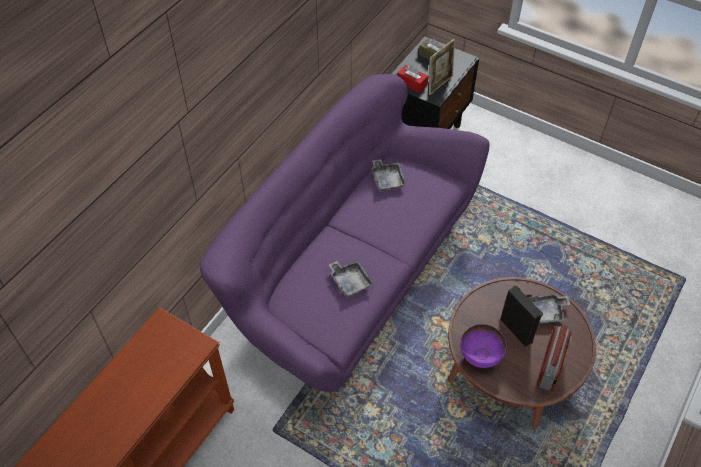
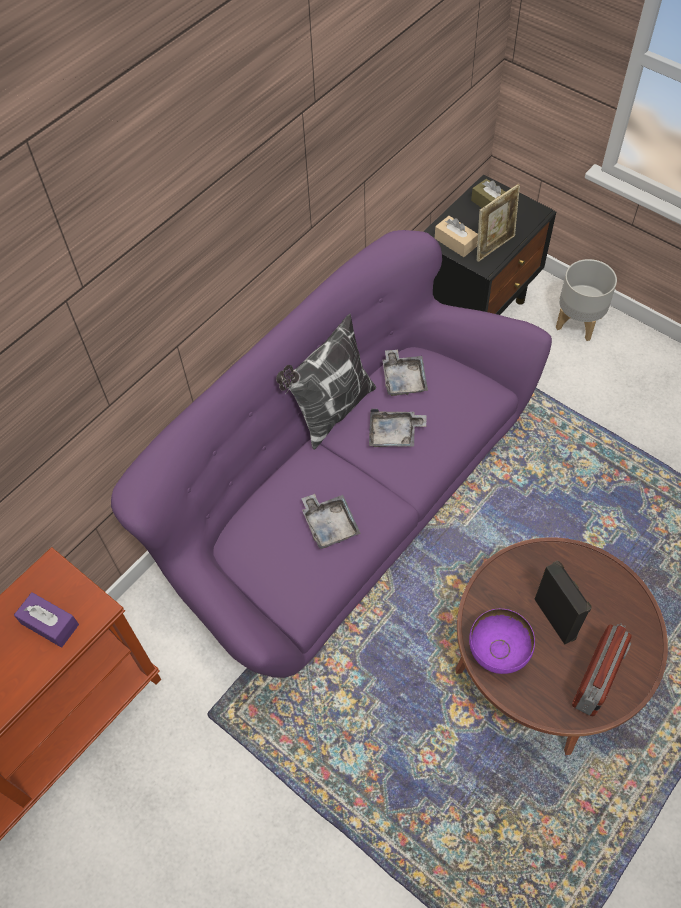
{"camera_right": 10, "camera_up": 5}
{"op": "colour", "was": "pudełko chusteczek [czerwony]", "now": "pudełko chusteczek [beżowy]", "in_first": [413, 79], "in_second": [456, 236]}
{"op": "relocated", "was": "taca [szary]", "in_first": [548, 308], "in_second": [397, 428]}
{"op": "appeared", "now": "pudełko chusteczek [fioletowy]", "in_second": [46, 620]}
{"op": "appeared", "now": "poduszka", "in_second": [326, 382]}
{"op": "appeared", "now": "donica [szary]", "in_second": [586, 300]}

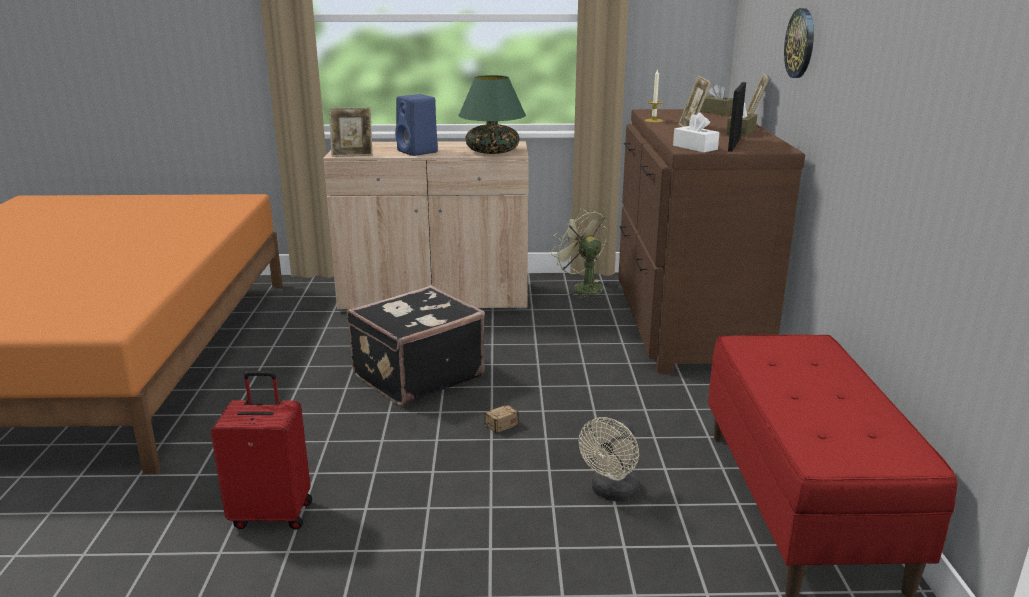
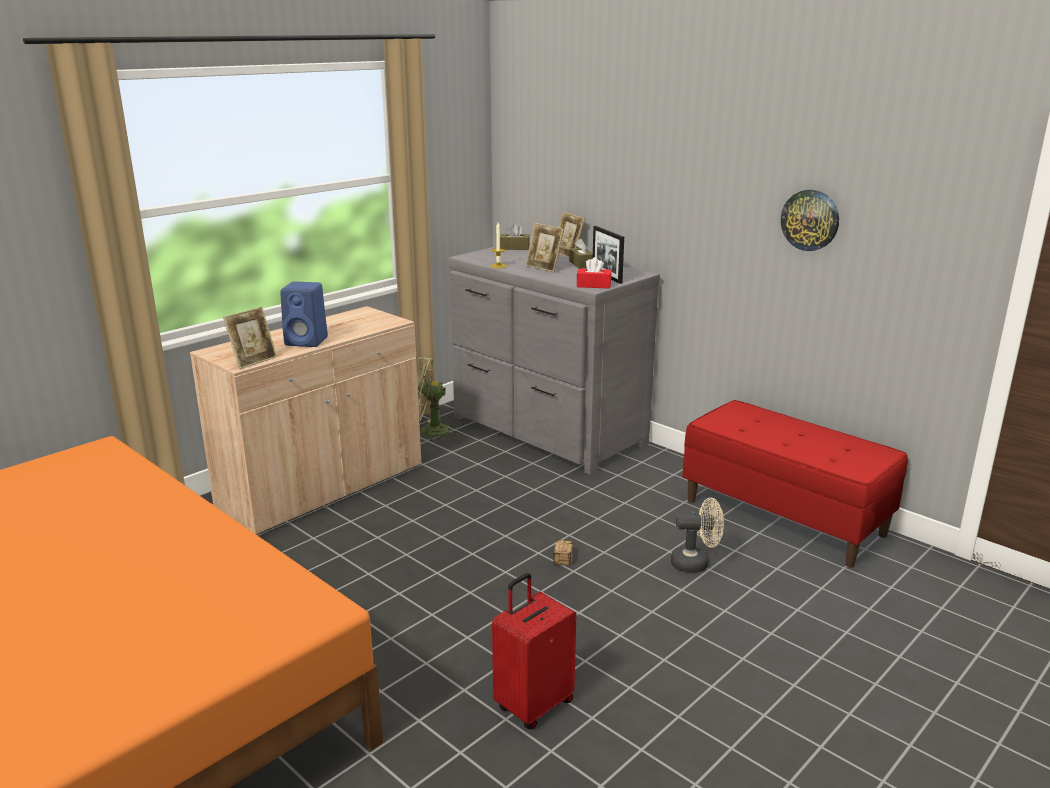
{"camera_right": -45, "camera_up": 0}
{"op": "missing", "was": "walizka [czarny]", "in_first": [416, 345]}
{"op": "missing", "was": "lampa stołowa [zielony]", "in_first": [492, 114]}
{"op": "spun", "was": "wentylator [beżowy]", "in_first": [609, 459], "in_second": [697, 535], "clockwise": -75}
{"op": "colour", "was": "komoda [brązowy]", "now": "komoda [szary]", "in_first": [711, 241], "in_second": [554, 360]}
{"op": "colour", "was": "pudełko chusteczek [biały]", "now": "pudełko chusteczek [czerwony]", "in_first": [696, 132], "in_second": [594, 273]}
{"op": "relocated", "was": "zegar ścienny", "in_first": [799, 43], "in_second": [810, 220]}

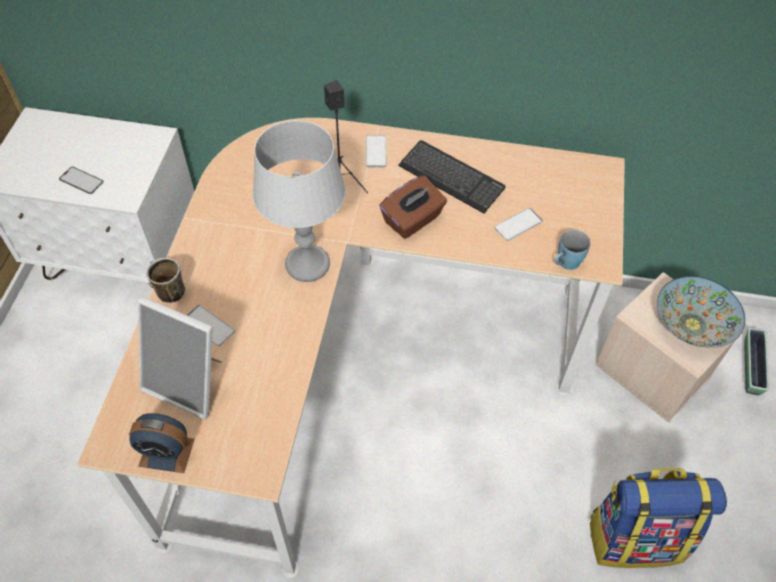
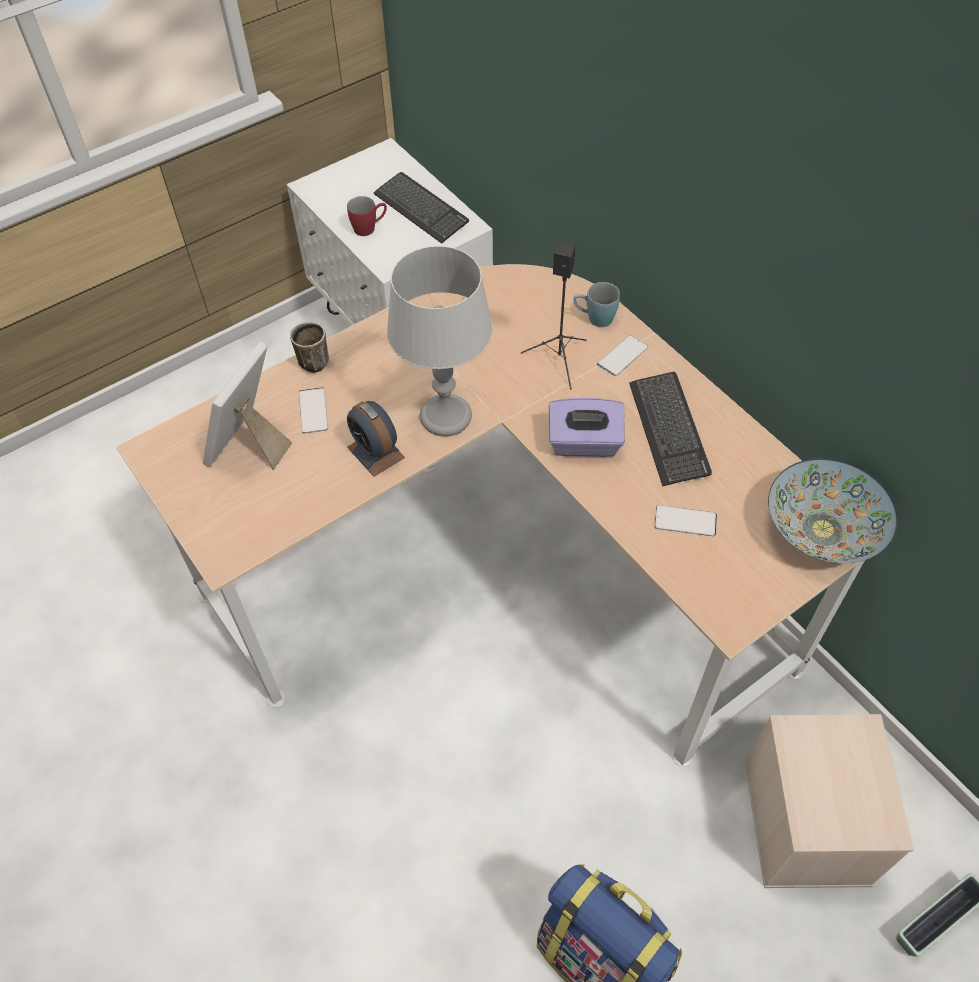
{"camera_right": 45, "camera_up": 0}
{"op": "exchanged", "was": "telefon", "now": "kubek [czerwony]", "in_first": [81, 180], "in_second": [367, 216]}
{"op": "relocated", "was": "budzik", "in_first": [162, 443], "in_second": [376, 439]}
{"op": "spun", "was": "ramka na zdjęcie", "in_first": [180, 358], "in_second": [247, 406], "clockwise": 45}
{"op": "colour", "was": "pudełko chusteczek [brązowy]", "now": "pudełko chusteczek [fioletowy]", "in_first": [413, 207], "in_second": [587, 427]}
{"op": "relocated", "was": "kubek [niebieski]", "in_first": [572, 250], "in_second": [597, 304]}
{"op": "relocated", "was": "miska", "in_first": [701, 312], "in_second": [832, 510]}
{"op": "appeared", "now": "klawiatura", "in_second": [421, 208]}

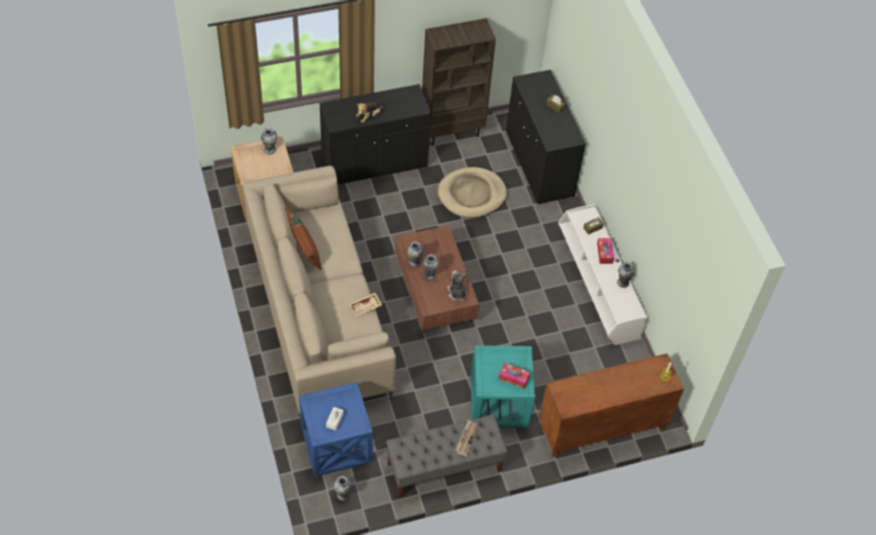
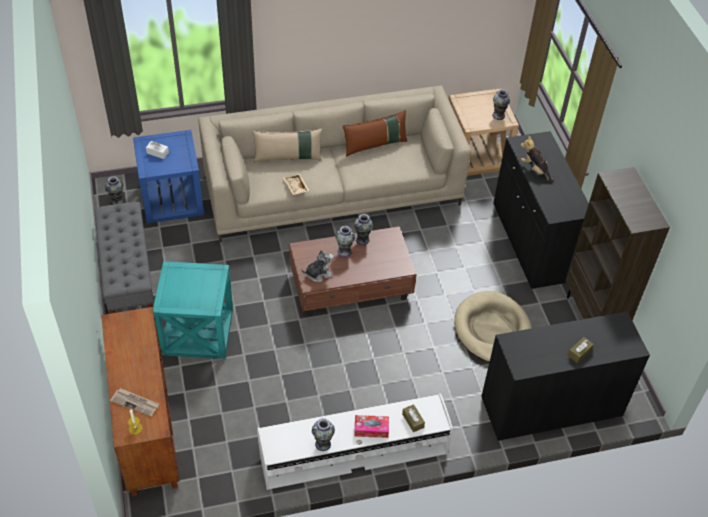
{"camera_right": 95, "camera_up": -5}
{"op": "relocated", "was": "gazeta", "in_first": [466, 438], "in_second": [135, 402]}
{"op": "missing", "was": "pudełko chusteczek", "in_first": [514, 376]}
{"op": "appeared", "now": "poduszka [beżowy]", "in_second": [287, 145]}

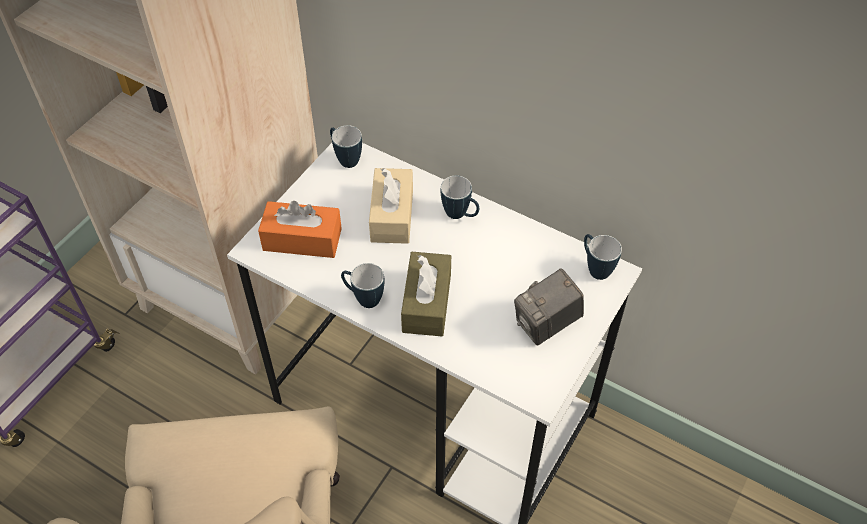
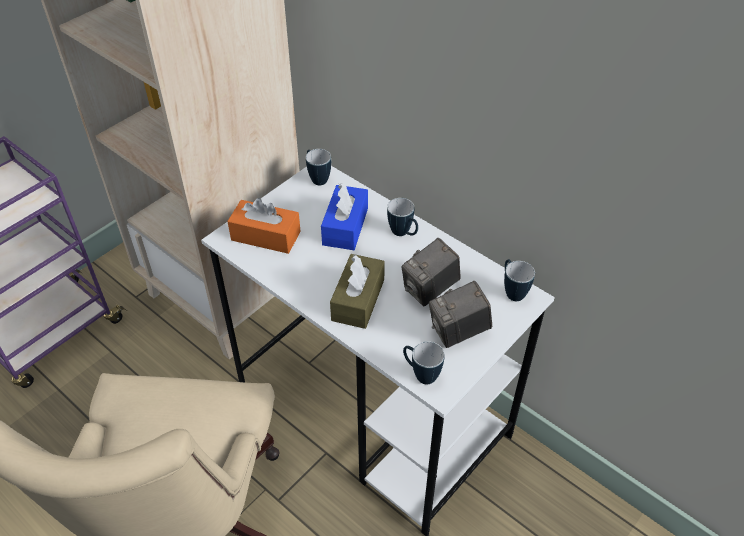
{"camera_right": 10, "camera_up": -5}
{"op": "relocated", "was": "kubek", "in_first": [363, 285], "in_second": [424, 363]}
{"op": "colour", "was": "pudełko chusteczek [beżowy]", "now": "pudełko chusteczek [niebieski]", "in_first": [391, 206], "in_second": [344, 216]}
{"op": "appeared", "now": "aparat fotograficzny", "in_second": [431, 272]}

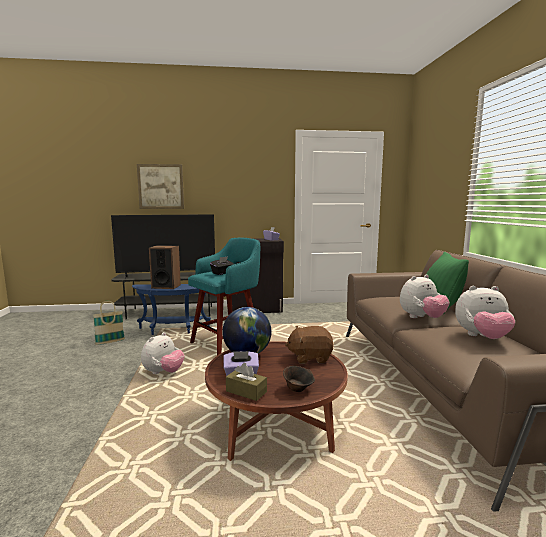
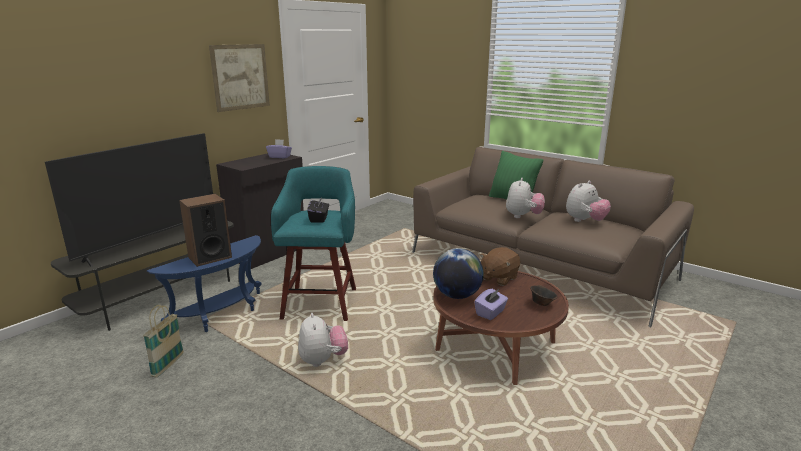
{"camera_right": -45, "camera_up": 10}
{"op": "relocated", "was": "obraz", "in_first": [160, 186], "in_second": [239, 78]}
{"op": "missing", "was": "pudełko chusteczek [brązowy]", "in_first": [246, 382]}

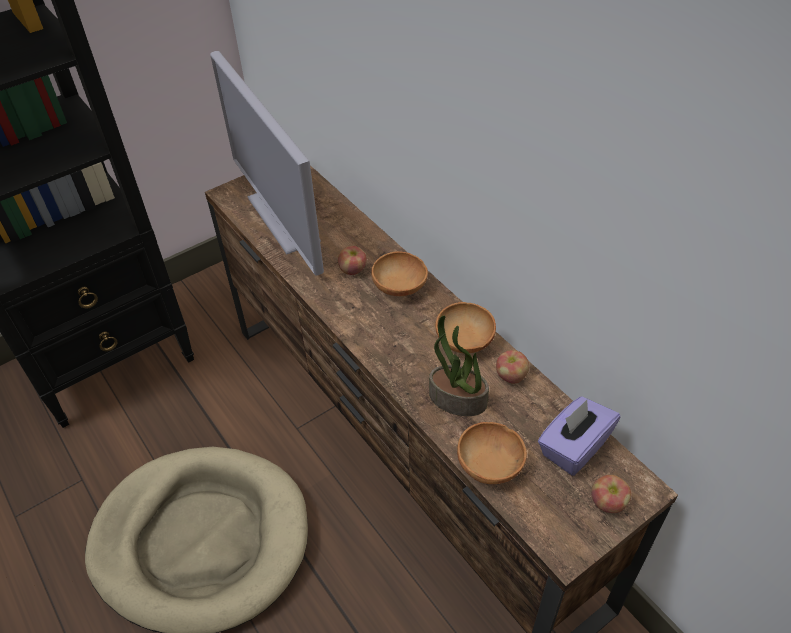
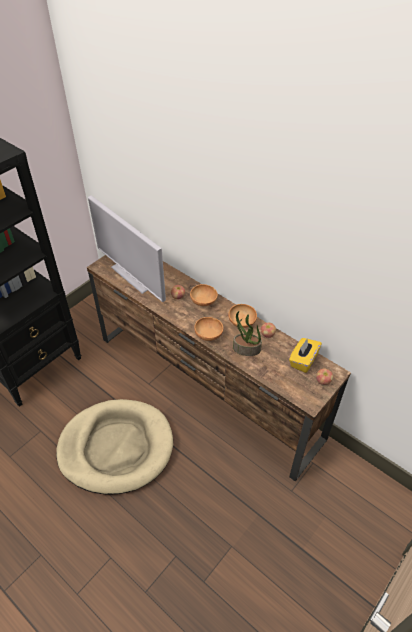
{"camera_right": -15, "camera_up": 0}
{"op": "relocated", "was": "miska [brązowy]", "in_first": [492, 453], "in_second": [208, 329]}
{"op": "colour", "was": "pudełko chusteczek [fioletowy]", "now": "pudełko chusteczek [żółty]", "in_first": [579, 436], "in_second": [305, 355]}

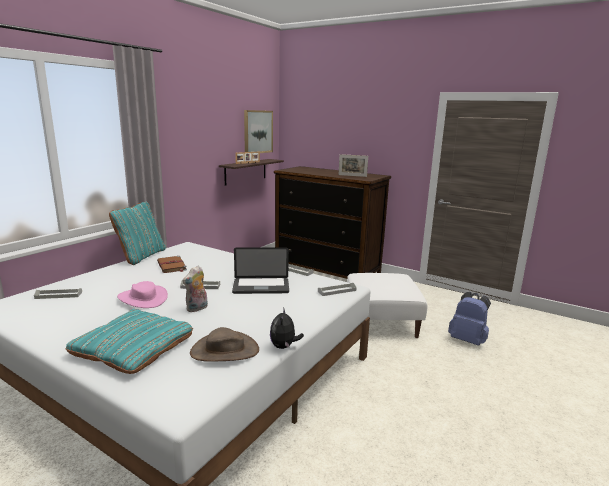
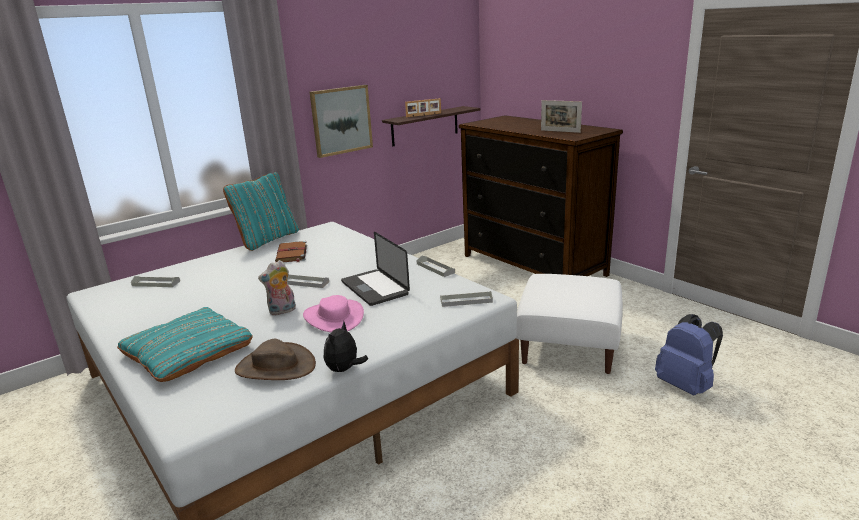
{"camera_right": 20, "camera_up": 5}
{"op": "relocated", "was": "kapelusz [różowy]", "in_first": [142, 294], "in_second": [333, 313]}
{"op": "spun", "was": "laptop", "in_first": [260, 271], "in_second": [375, 269], "clockwise": 45}
{"op": "relocated", "was": "obraz", "in_first": [258, 131], "in_second": [341, 121]}

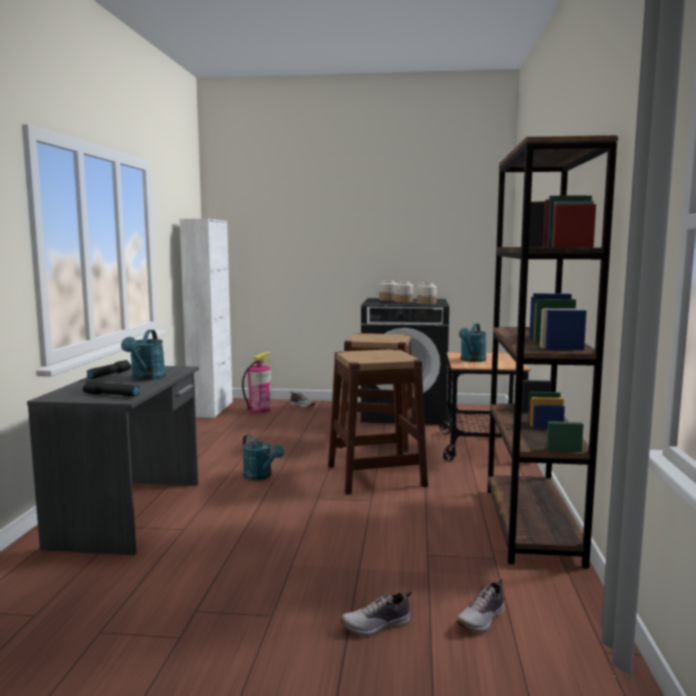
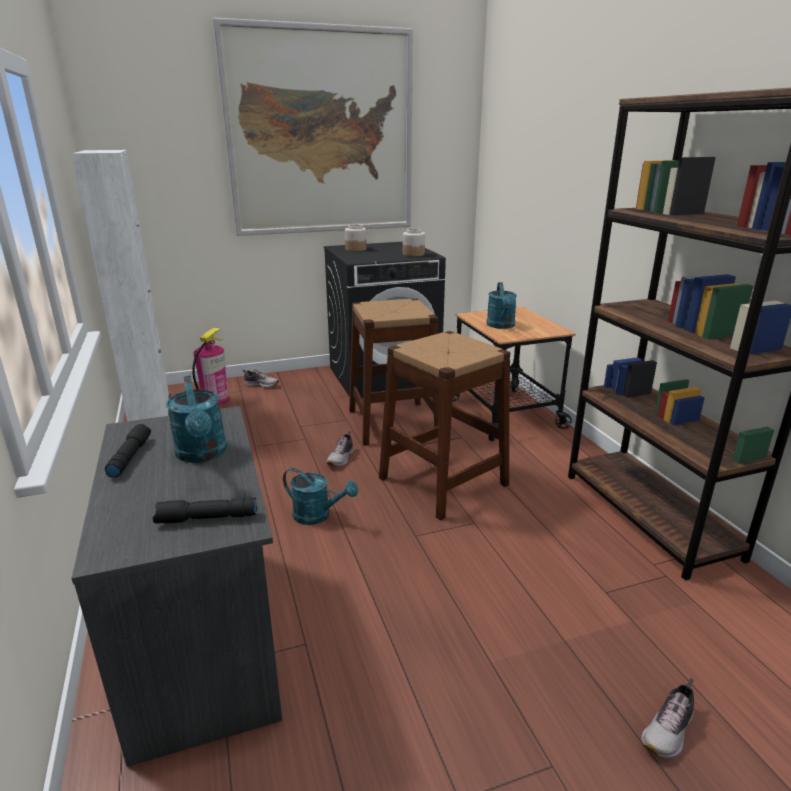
{"camera_right": -25, "camera_up": 15}
{"op": "missing", "was": "słoik", "in_first": [403, 292]}
{"op": "relocated", "was": "but", "in_first": [480, 605], "in_second": [340, 448]}
{"op": "appeared", "now": "obraz", "in_second": [312, 127]}

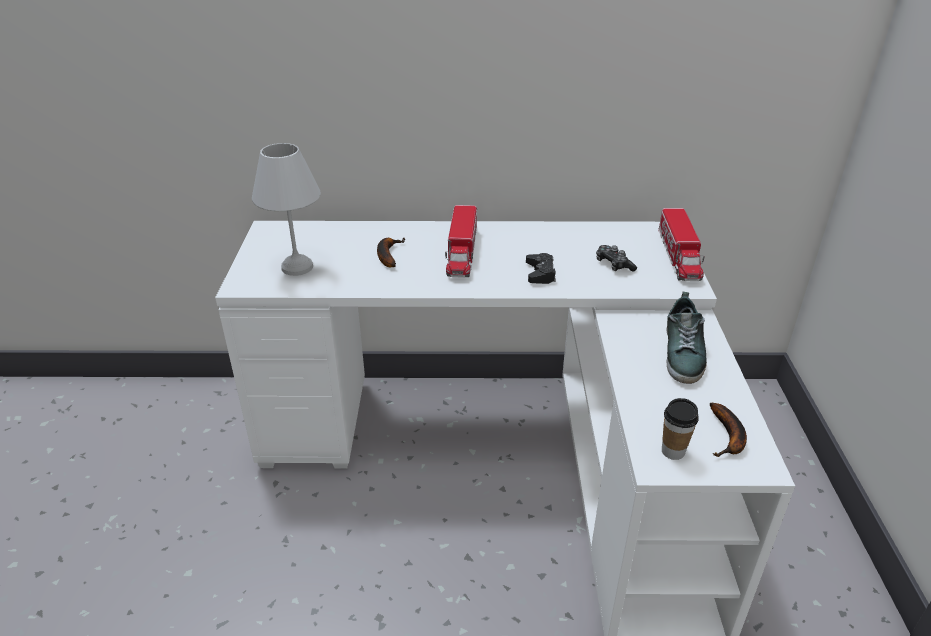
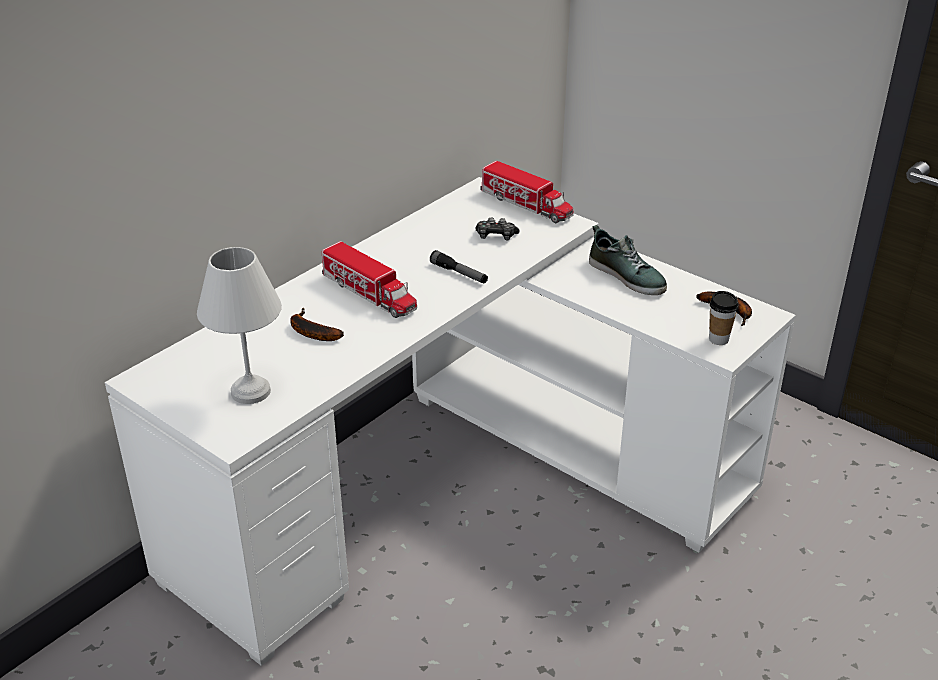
{"camera_right": -50, "camera_up": 0}
{"op": "exchanged", "was": "pad do gier [czarny]", "now": "latarka", "in_first": [541, 268], "in_second": [459, 267]}

